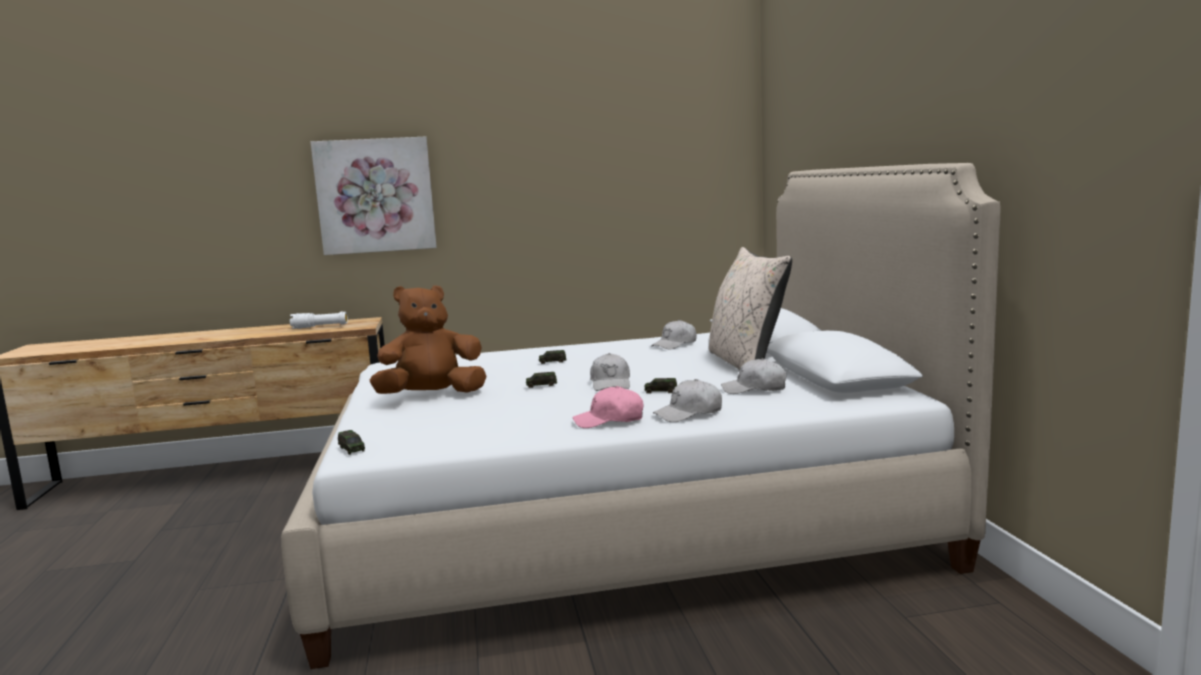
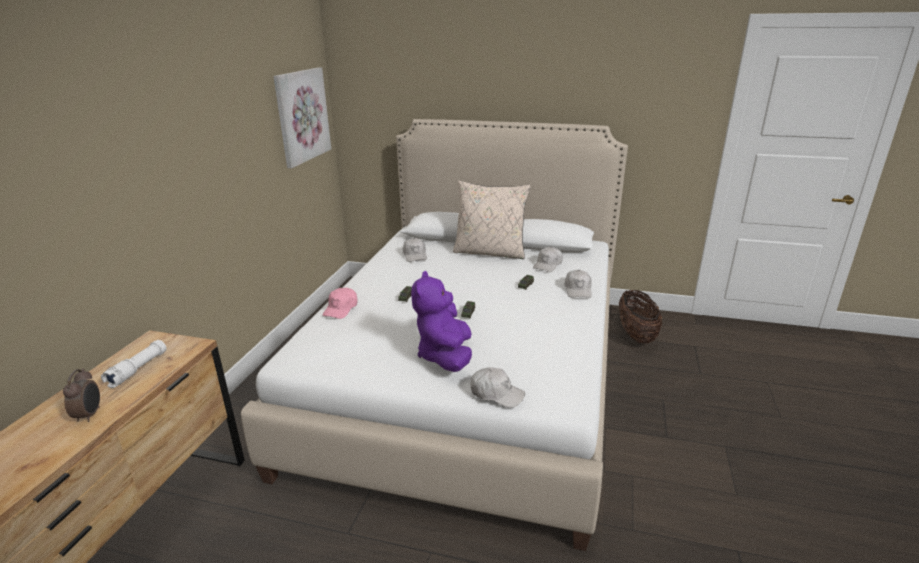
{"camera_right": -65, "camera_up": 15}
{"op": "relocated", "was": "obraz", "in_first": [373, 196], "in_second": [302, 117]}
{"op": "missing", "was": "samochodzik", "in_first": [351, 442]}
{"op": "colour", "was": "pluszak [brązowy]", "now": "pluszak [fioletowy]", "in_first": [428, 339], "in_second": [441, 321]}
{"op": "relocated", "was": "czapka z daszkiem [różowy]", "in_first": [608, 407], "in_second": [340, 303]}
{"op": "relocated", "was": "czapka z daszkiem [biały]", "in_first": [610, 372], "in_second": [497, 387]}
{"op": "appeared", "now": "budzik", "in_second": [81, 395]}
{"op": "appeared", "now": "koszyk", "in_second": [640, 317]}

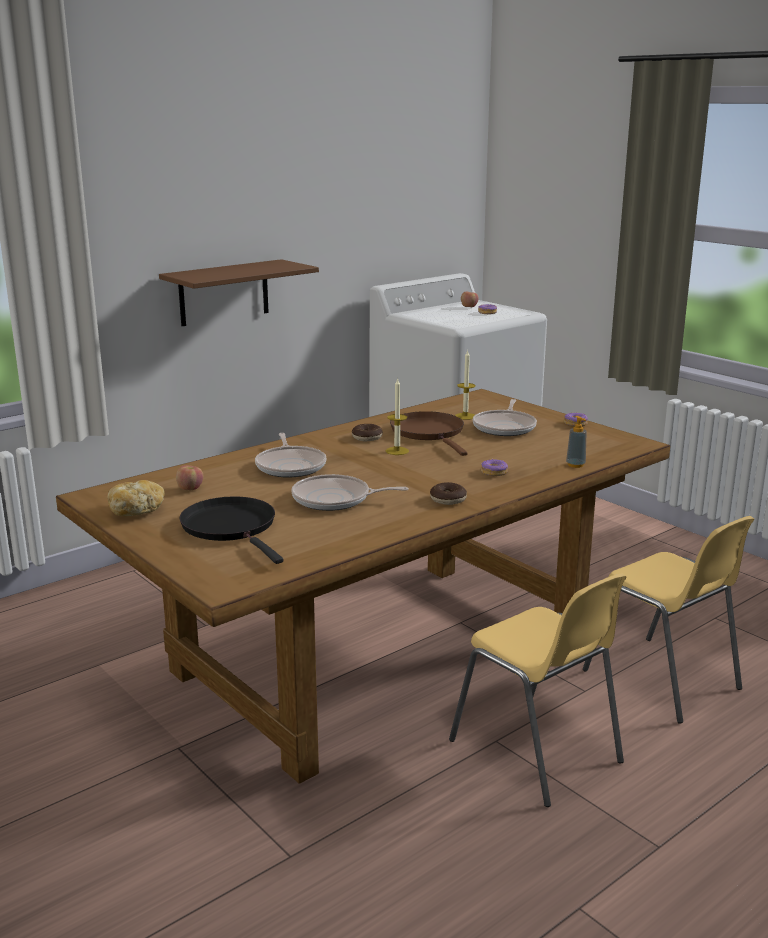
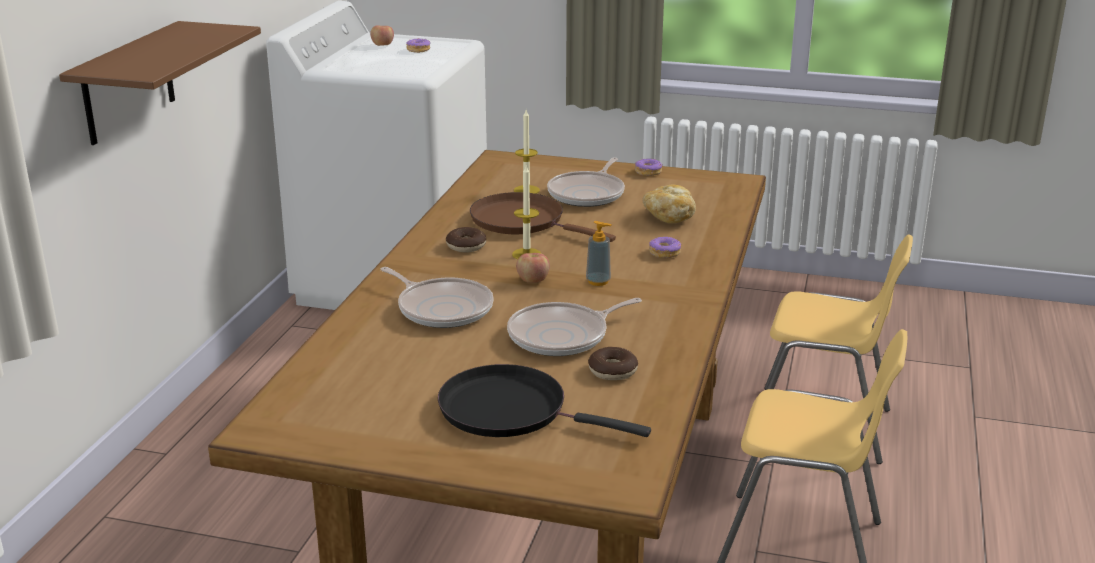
{"camera_right": -35, "camera_up": 5}
{"op": "relocated", "was": "chleb", "in_first": [136, 498], "in_second": [669, 203]}
{"op": "relocated", "was": "jabłko", "in_first": [189, 477], "in_second": [533, 268]}
{"op": "relocated", "was": "donut", "in_first": [448, 493], "in_second": [613, 363]}
{"op": "spun", "was": "patelnia", "in_first": [505, 417], "in_second": [586, 182], "clockwise": 45}
{"op": "relocated", "was": "dozownik mydła", "in_first": [576, 442], "in_second": [598, 253]}

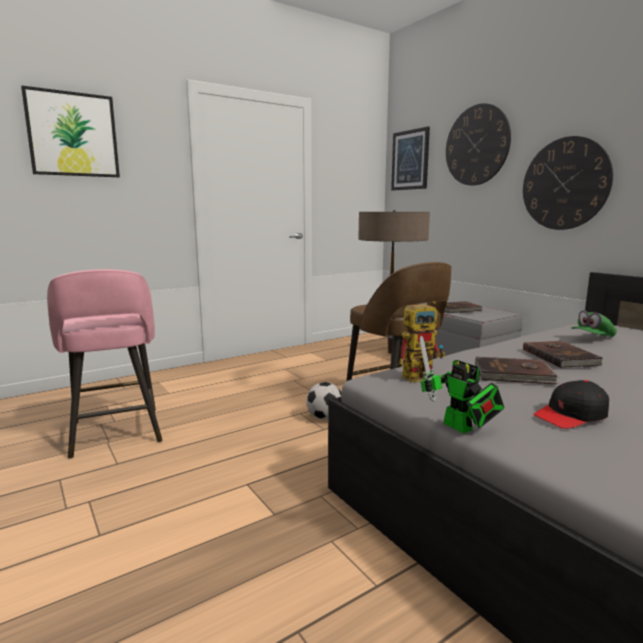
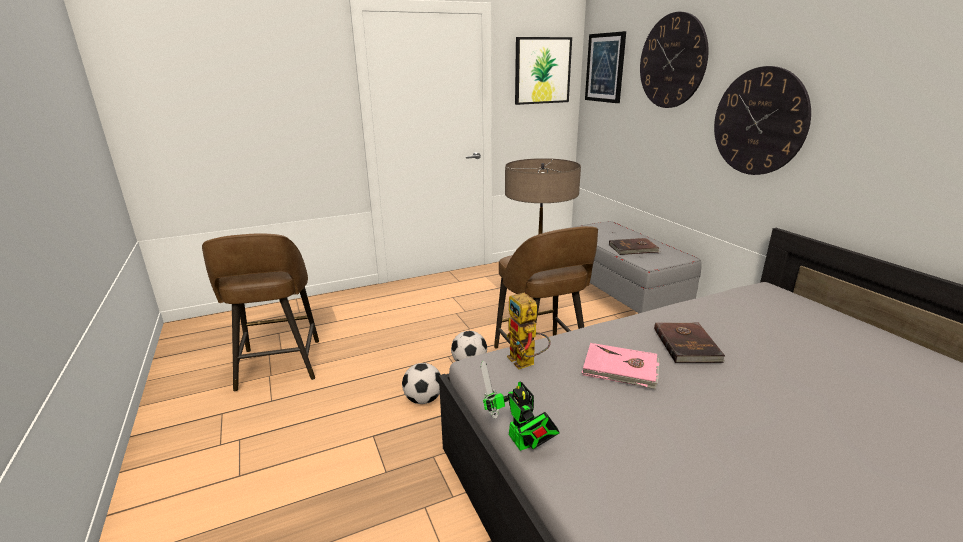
{"camera_right": 10, "camera_up": 10}
{"op": "relocated", "was": "obraz", "in_first": [70, 131], "in_second": [543, 71]}
{"op": "colour", "was": "stołek [różowy]", "now": "stołek [brązowy]", "in_first": [104, 364], "in_second": [260, 312]}
{"op": "spun", "was": "robot zabawkowy", "in_first": [422, 342], "in_second": [529, 330], "clockwise": 75}
{"op": "colour", "was": "książka [brązowy]", "now": "książka [różowy]", "in_first": [517, 370], "in_second": [620, 366]}
{"op": "missing", "was": "czapka z daszkiem [czarny]", "in_first": [571, 404]}
{"op": "missing", "was": "czapka z daszkiem [zielony]", "in_first": [594, 323]}
{"op": "appeared", "now": "piłka futbolowa", "in_second": [421, 383]}

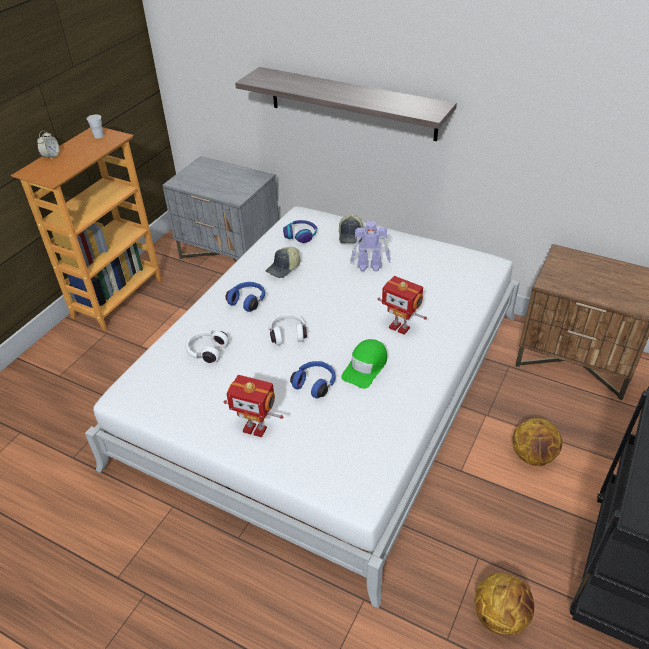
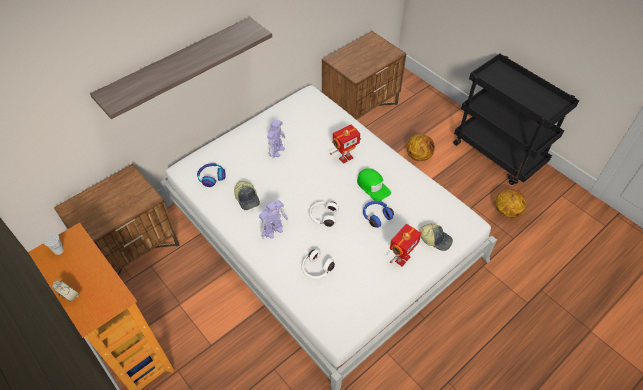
{"camera_right": -70, "camera_up": 10}
{"op": "colour", "was": "szafka nocna [szary]", "now": "szafka nocna [brązowy]", "in_first": [220, 209], "in_second": [117, 220]}
{"op": "exchanged", "was": "słuchawki [niebieski]", "now": "robot zabawkowy", "in_first": [245, 297], "in_second": [273, 220]}
{"op": "relocated", "was": "czapka z daszkiem", "in_first": [351, 228], "in_second": [436, 237]}

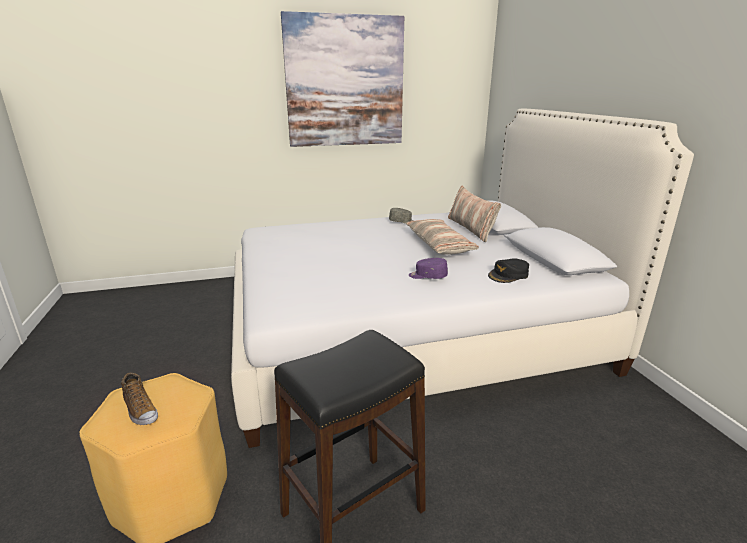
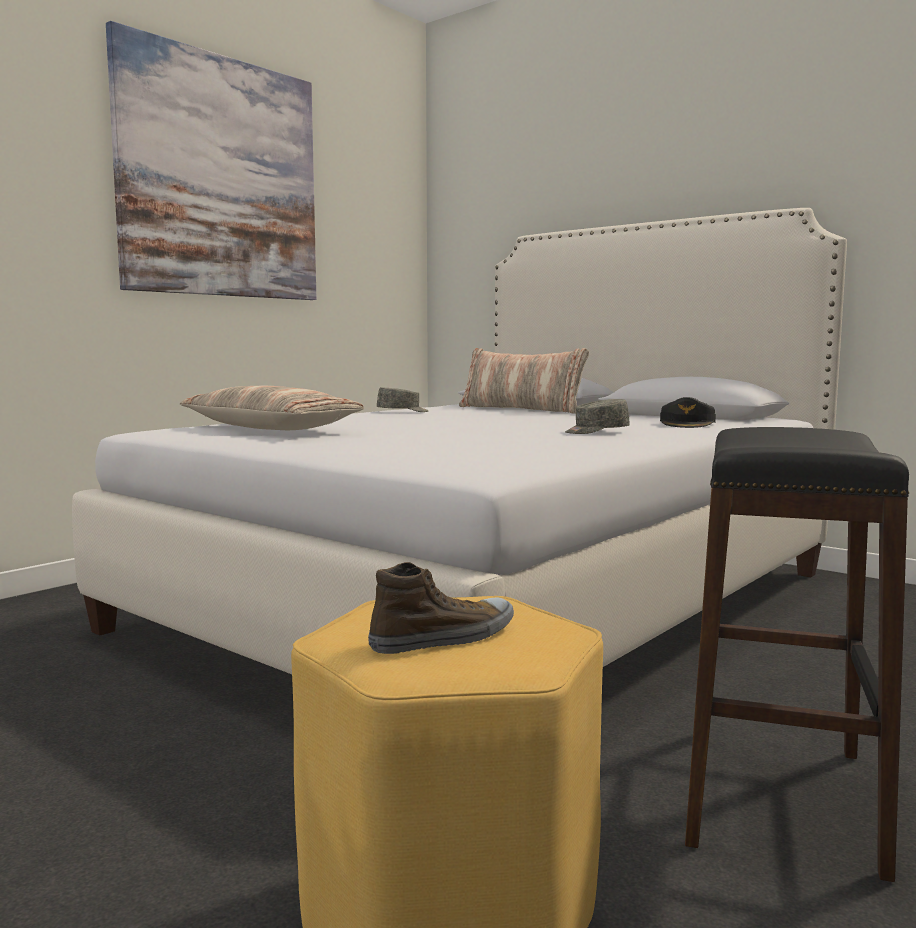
{"camera_right": -35, "camera_up": -15}
{"op": "spun", "was": "but", "in_first": [139, 399], "in_second": [441, 608], "clockwise": -45}
{"op": "relocated", "was": "poduszka", "in_first": [442, 237], "in_second": [271, 408]}
{"op": "colour", "was": "czapka z daszkiem [fioletowy]", "now": "czapka z daszkiem [szary]", "in_first": [428, 268], "in_second": [597, 416]}

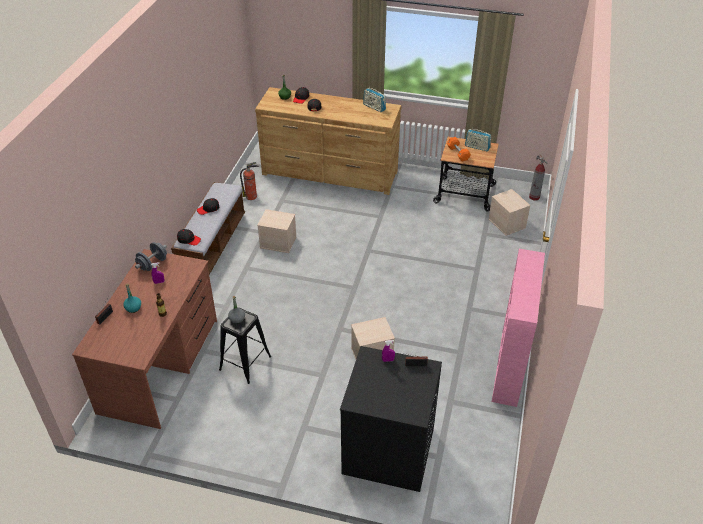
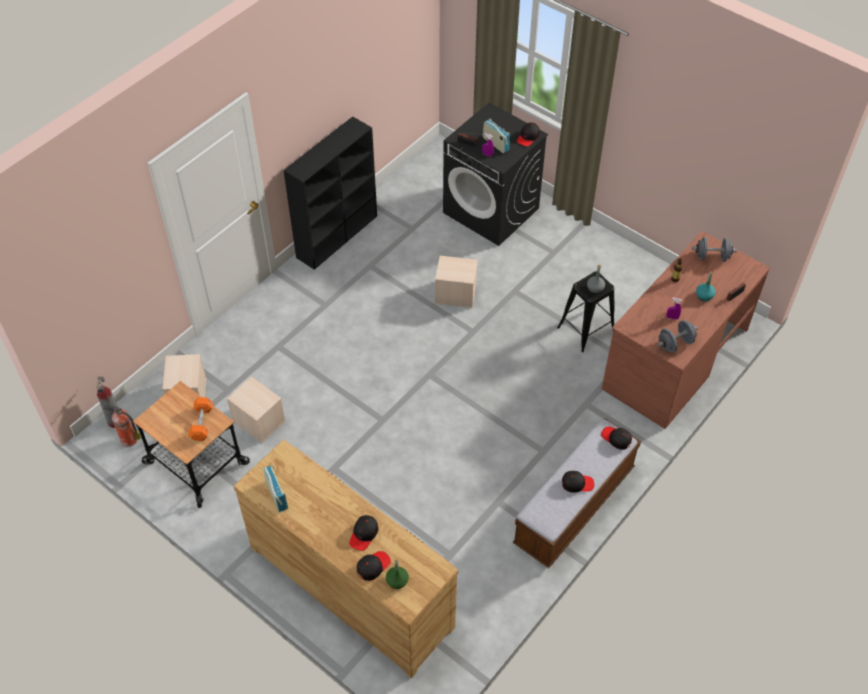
{"camera_right": -155, "camera_up": 10}
{"op": "relocated", "was": "gaśnica", "in_first": [249, 181], "in_second": [122, 425]}
{"op": "relocated", "was": "pojemnik do przechowywania [beżowy]", "in_first": [277, 231], "in_second": [256, 409]}
{"op": "relocated", "was": "radio", "in_first": [478, 140], "in_second": [496, 136]}
{"op": "colour", "was": "regał [różowy]", "now": "regał [czarny]", "in_first": [518, 328], "in_second": [330, 193]}
{"op": "appeared", "now": "czapka z daszkiem [czarny]", "in_second": [528, 135]}
{"op": "appeared", "now": "hantel [szary]", "in_second": [714, 249]}

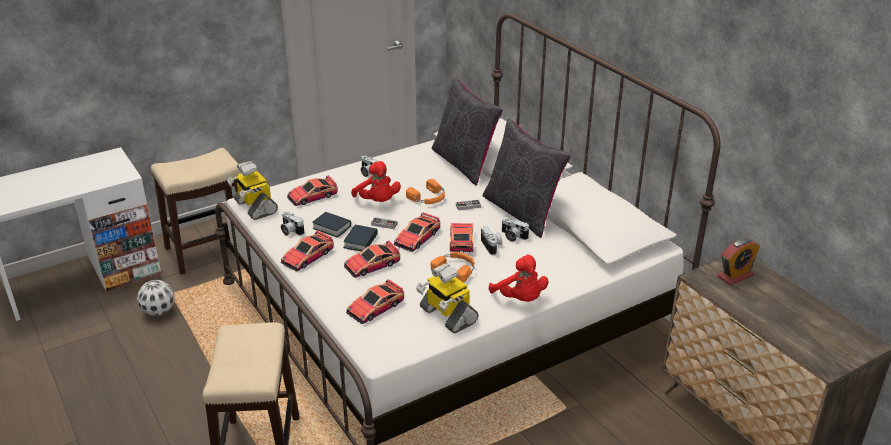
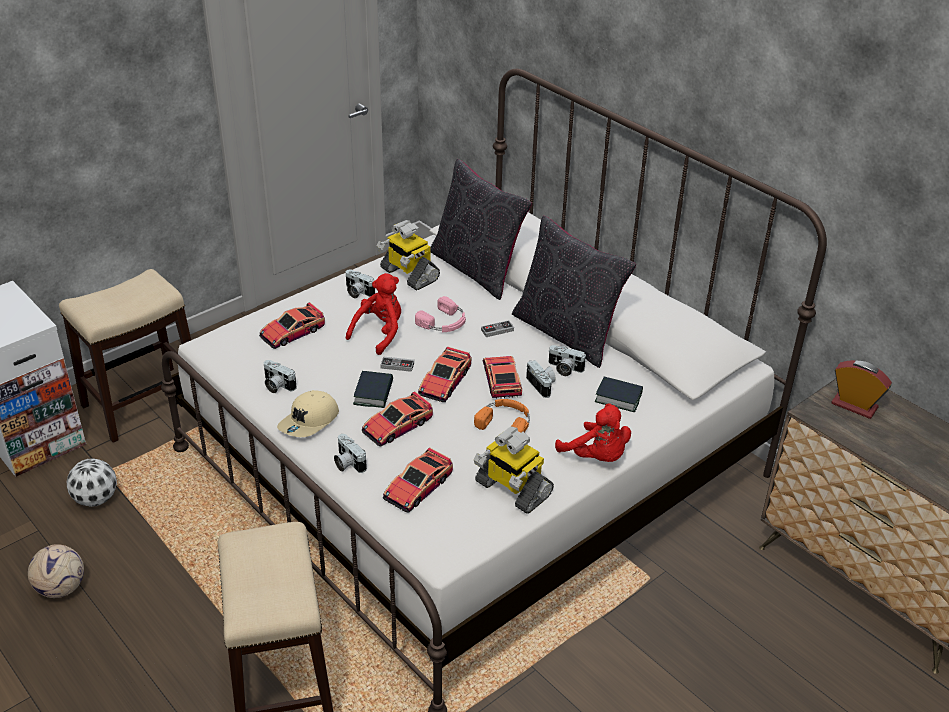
{"camera_right": -10, "camera_up": 5}
{"op": "relocated", "was": "robot zabawkowy", "in_first": [252, 190], "in_second": [408, 255]}
{"op": "exchanged", "was": "samochodzik", "now": "czapka z daszkiem [beżowy]", "in_first": [307, 251], "in_second": [308, 413]}
{"op": "relocated", "was": "książka", "in_first": [331, 225], "in_second": [619, 394]}
{"op": "spun", "was": "pluszak [czerwony]", "in_first": [376, 181], "in_second": [373, 314], "clockwise": -105}
{"op": "colour", "was": "słuchawki [pomarańczowy]", "now": "słuchawki [różowy]", "in_first": [425, 191], "in_second": [440, 314]}
{"op": "spun", "was": "budzik", "in_first": [738, 261], "in_second": [861, 389], "clockwise": -105}
{"op": "appeared", "now": "piłka futbolowa", "in_second": [56, 571]}
{"op": "appeared", "now": "aparat fotograficzny", "in_second": [350, 453]}

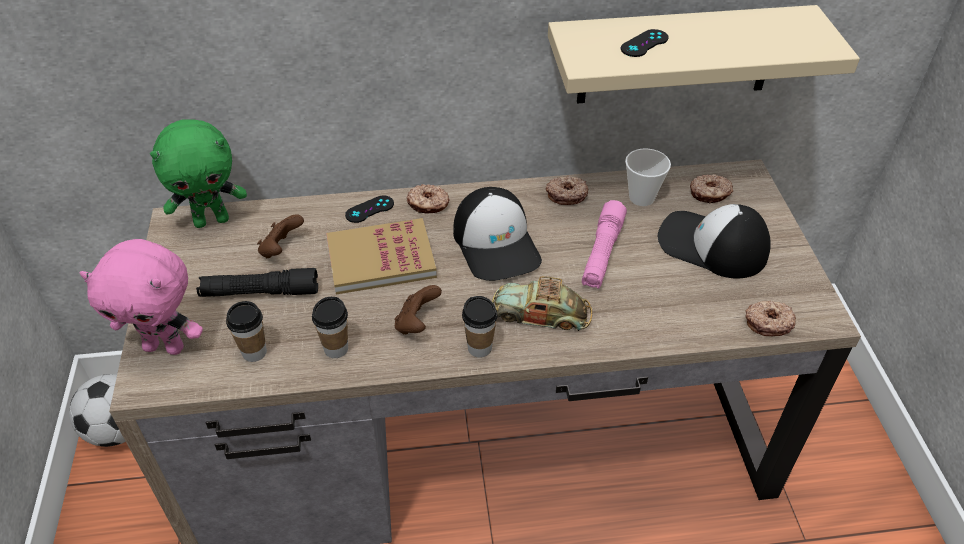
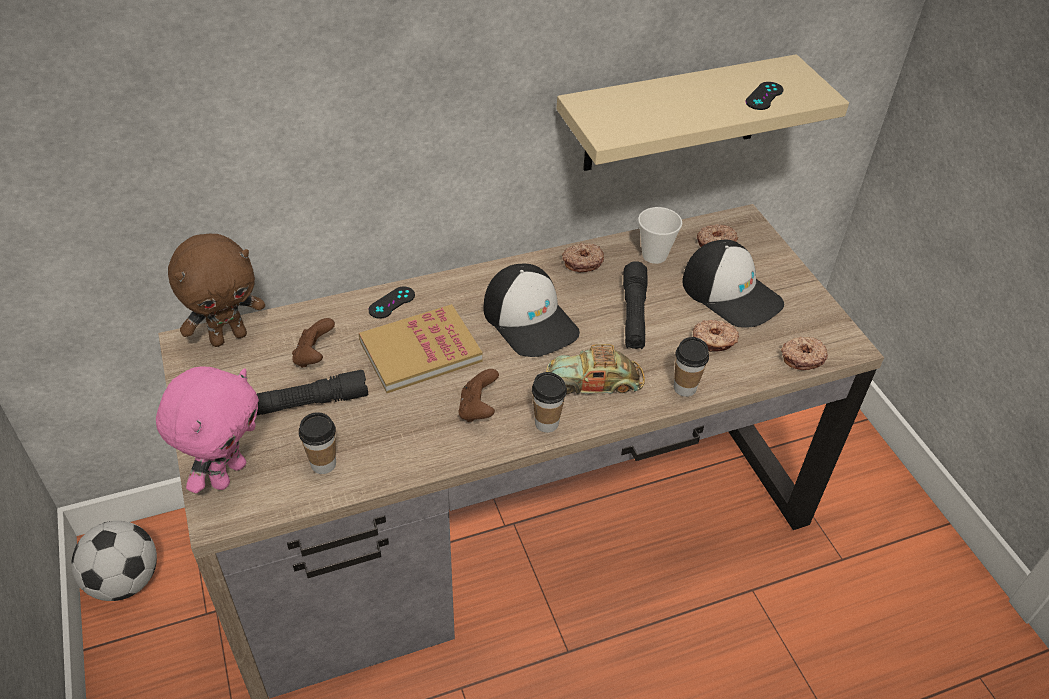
{"camera_right": -15, "camera_up": 0}
{"op": "spun", "was": "pluszak [różowy]", "in_first": [141, 297], "in_second": [207, 429], "clockwise": -60}
{"op": "colour", "was": "pluszak [zielony]", "now": "pluszak [brązowy]", "in_first": [198, 173], "in_second": [216, 290]}
{"op": "relocated", "was": "filiżanka", "in_first": [330, 327], "in_second": [691, 367]}
{"op": "relocated", "was": "donut", "in_first": [428, 198], "in_second": [716, 336]}
{"op": "colour", "was": "latarka [różowy]", "now": "latarka [czarny]", "in_first": [604, 244], "in_second": [635, 305]}
{"op": "relocated", "was": "pad do gier [czarny]", "in_first": [645, 43], "in_second": [764, 96]}
{"op": "spun", "was": "czapka z daszkiem", "in_first": [714, 241], "in_second": [733, 283], "clockwise": -150}

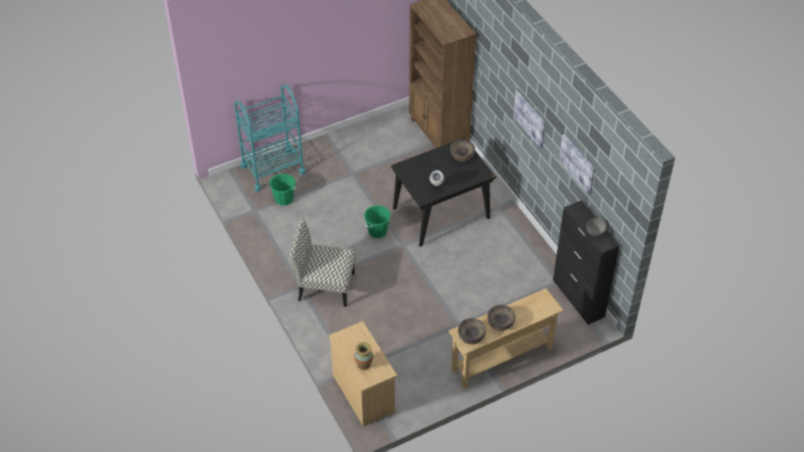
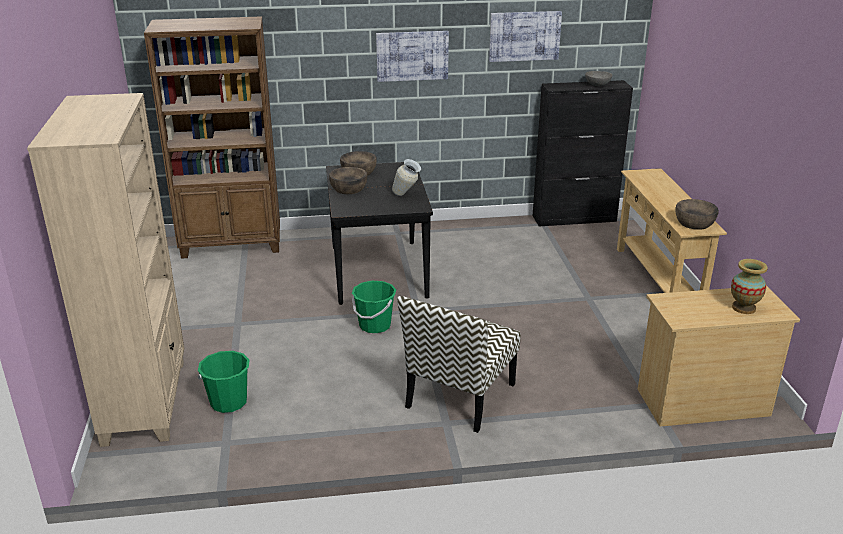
{"camera_right": -70, "camera_up": -20}
{"op": "exchanged", "was": "wózek [turkusowy]", "now": "regał [beżowy]", "in_first": [270, 138], "in_second": [106, 270]}
{"op": "relocated", "was": "miska [brązowy]", "in_first": [501, 318], "in_second": [348, 180]}

